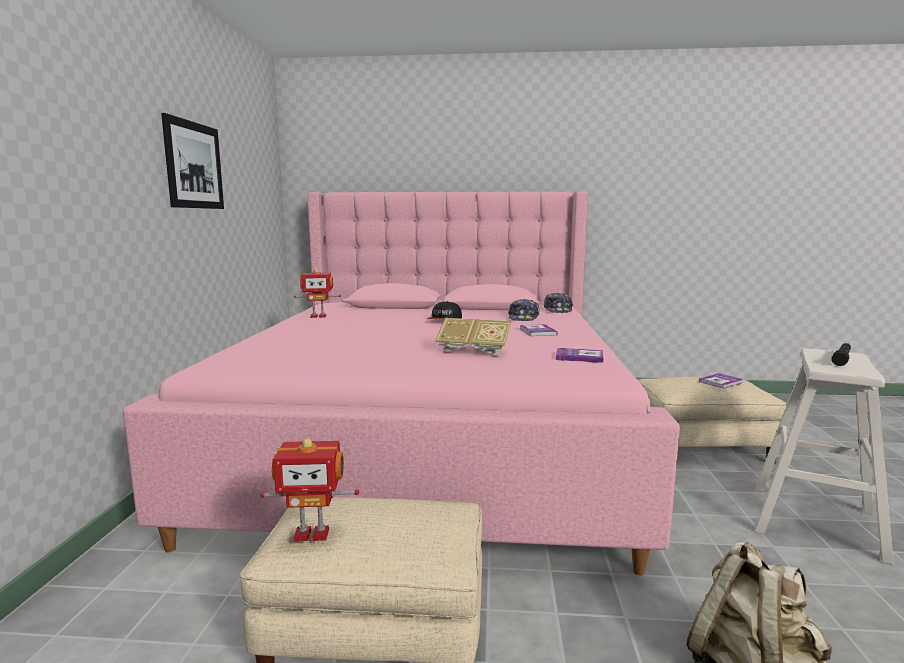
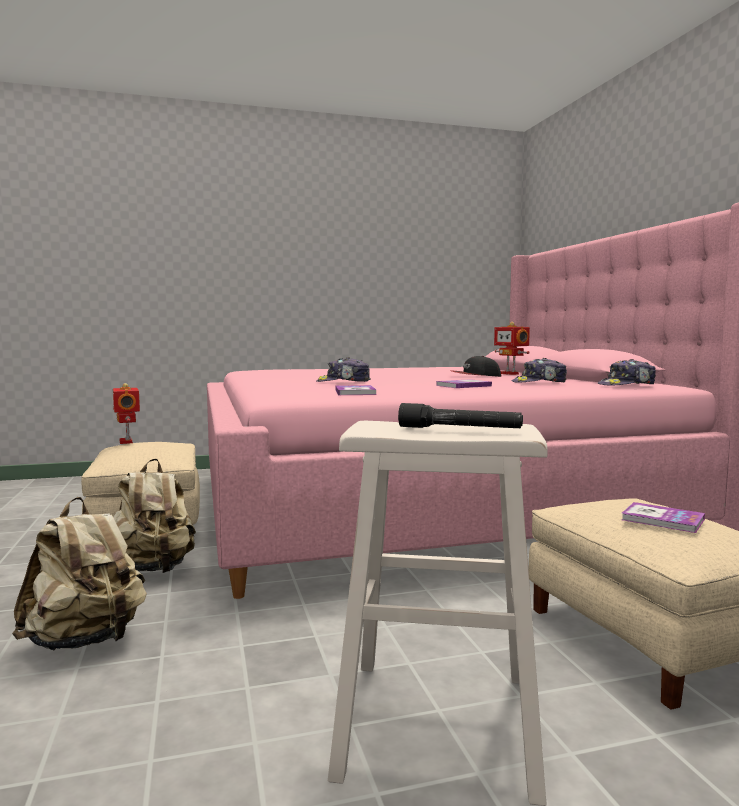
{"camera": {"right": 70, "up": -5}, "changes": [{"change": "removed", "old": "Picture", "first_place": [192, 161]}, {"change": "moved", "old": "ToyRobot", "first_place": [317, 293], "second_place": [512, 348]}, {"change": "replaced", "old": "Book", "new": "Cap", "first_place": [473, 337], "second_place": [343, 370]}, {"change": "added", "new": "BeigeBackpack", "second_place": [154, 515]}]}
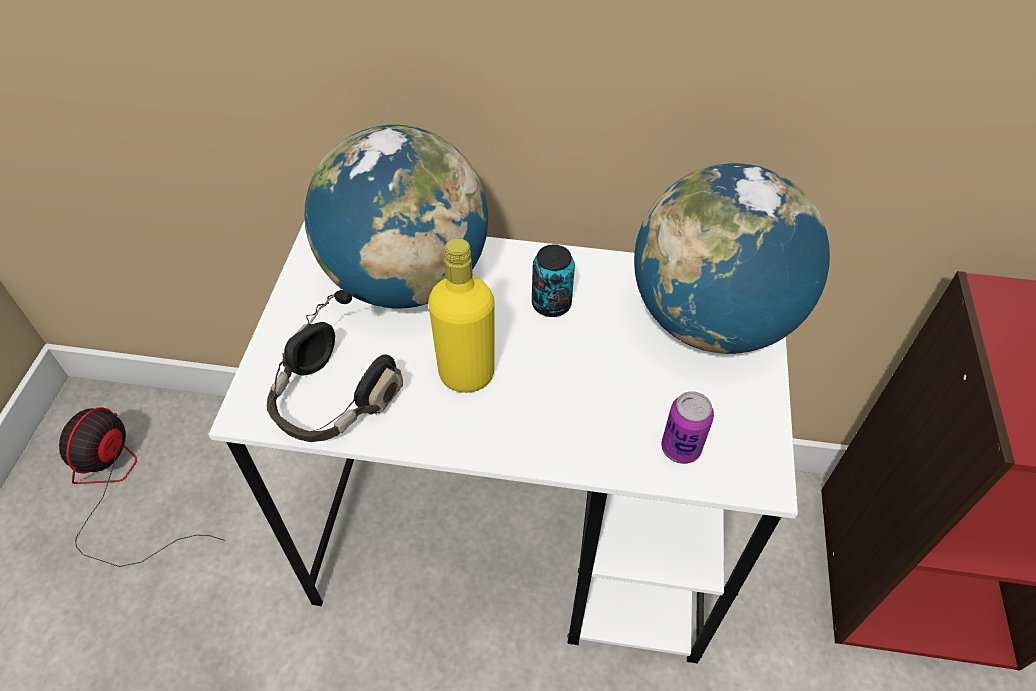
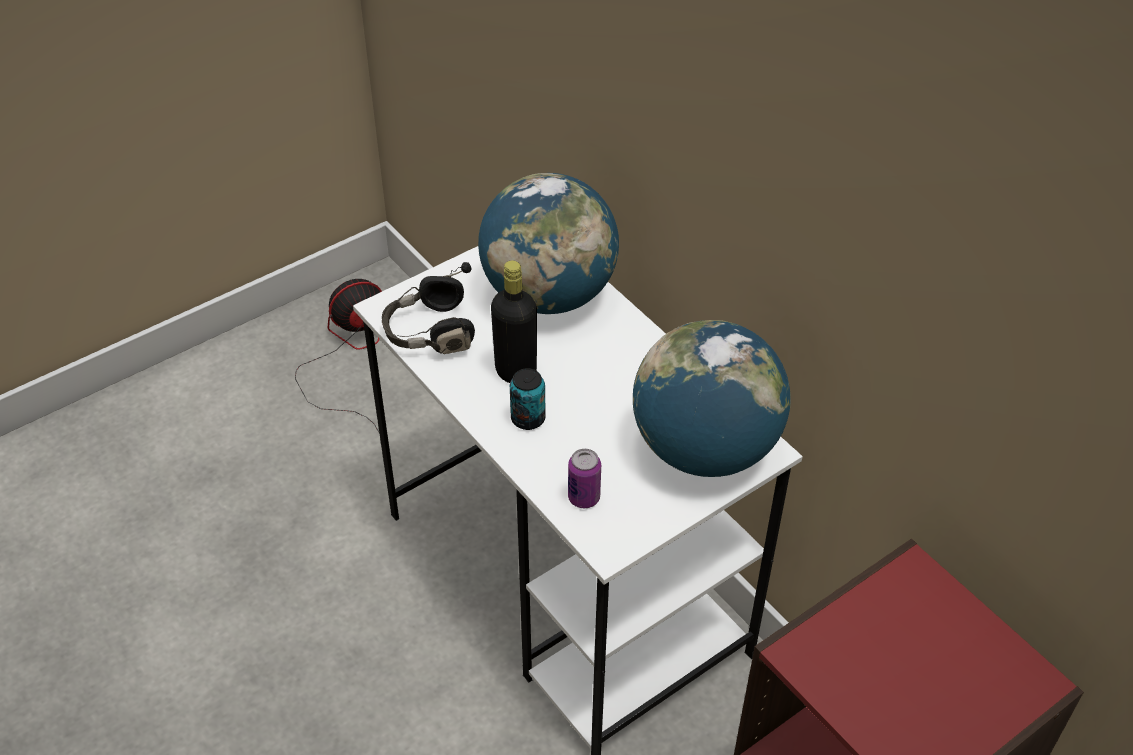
{"camera": {"right": 45, "up": -5}, "changes": [{"change": "recoloured", "old": "YellowBottle", "new": "BlackBottle", "first_place": [461, 315], "second_place": [514, 322]}, {"change": "moved", "old": "Can", "first_place": [553, 281], "second_place": [528, 399]}]}
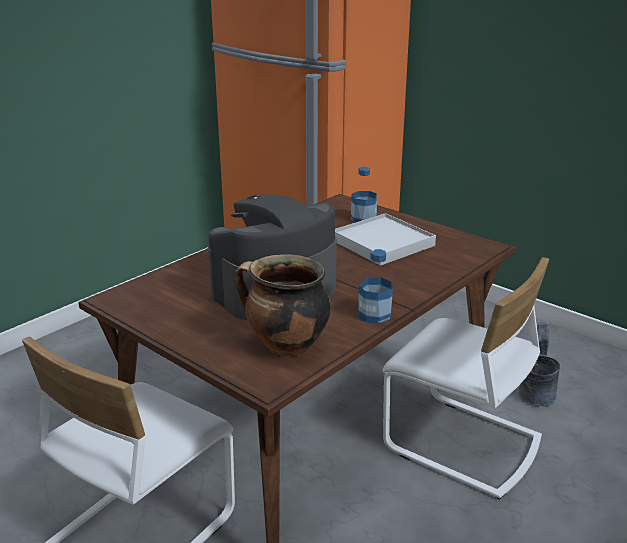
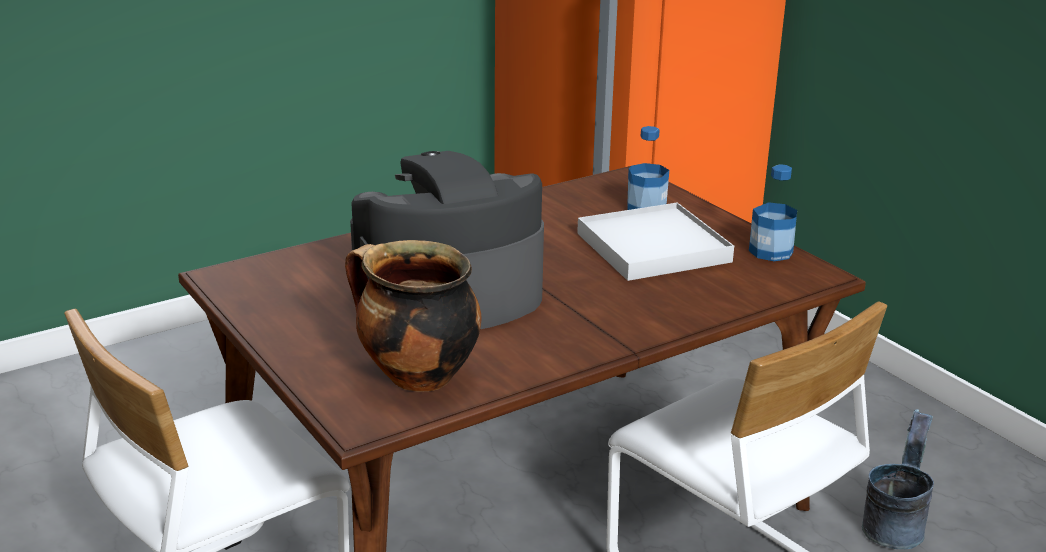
{"camera": {"right": 15, "up": 0}, "changes": [{"change": "moved", "old": "Bottle", "first_place": [375, 286], "second_place": [773, 212]}]}
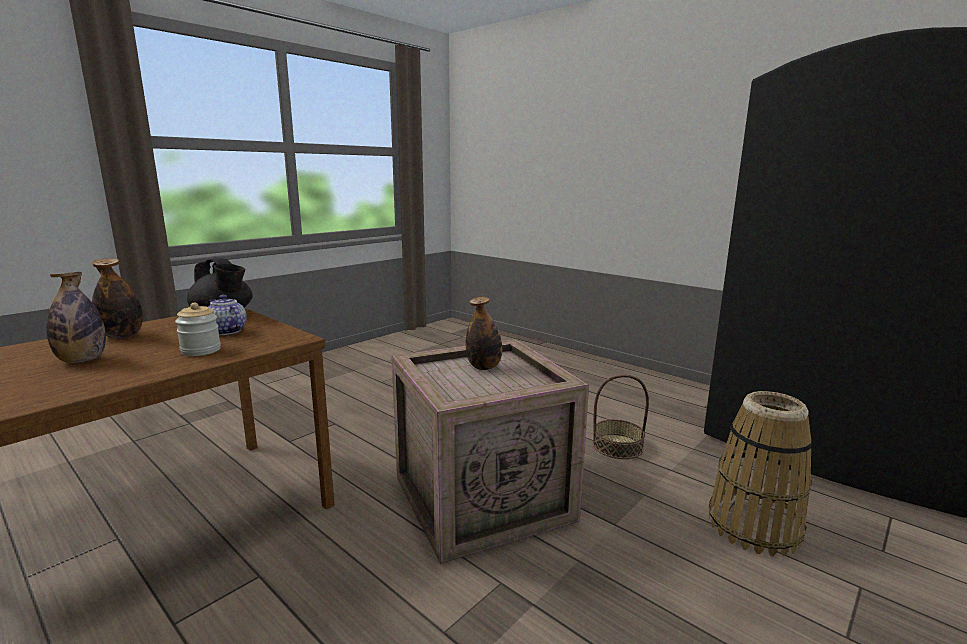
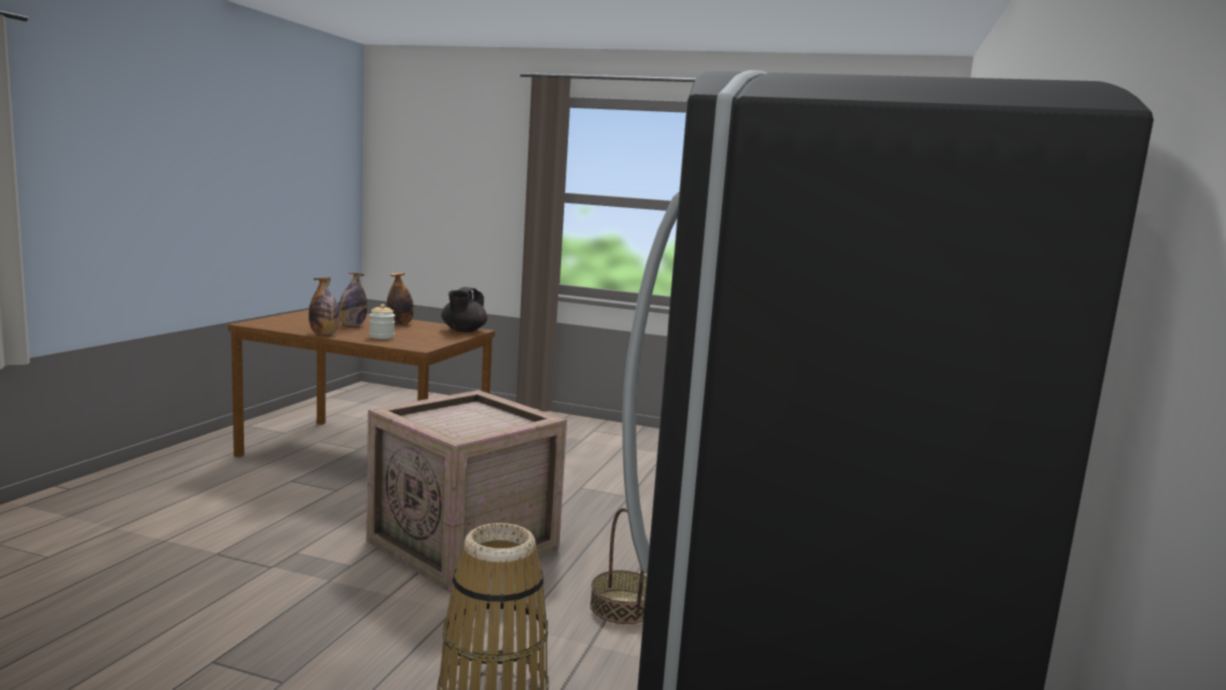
{"camera": {"right": 65, "up": -5}, "changes": [{"change": "removed", "old": "Teapot", "first_place": [227, 315]}, {"change": "moved", "old": "Bottle", "first_place": [484, 333], "second_place": [324, 306]}]}
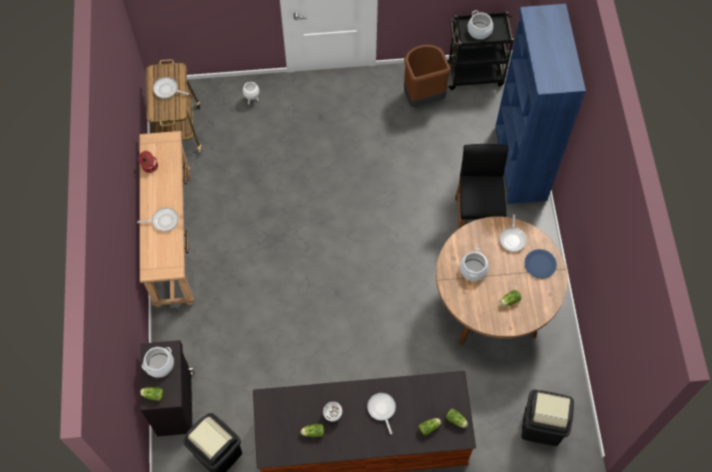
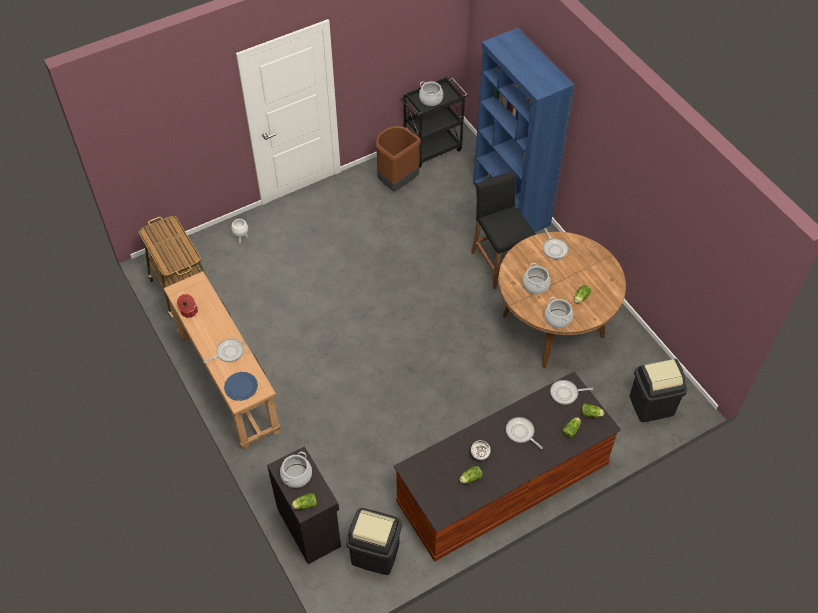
{"camera": {"right": -25, "up": -10}, "changes": [{"change": "moved", "old": "FryingPan", "first_place": [171, 88], "second_place": [571, 392]}, {"change": "moved", "old": "BluePlate", "first_place": [540, 264], "second_place": [241, 386]}, {"change": "added", "new": "CookingPot", "second_place": [558, 312]}]}
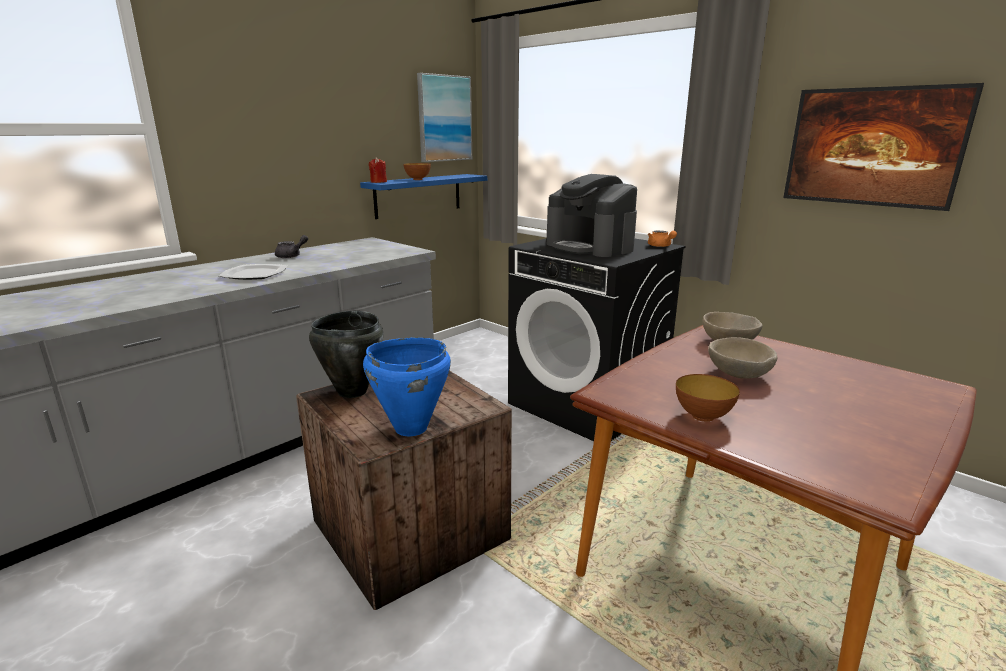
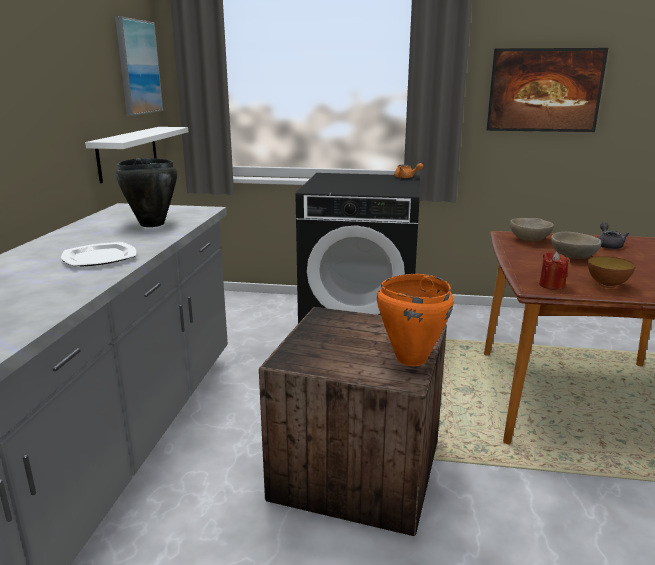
{"camera": {"right": -35, "up": 0}, "changes": [{"change": "moved", "old": "RedCandle", "first_place": [378, 170], "second_place": [554, 271]}, {"change": "removed", "old": "Bowl", "first_place": [417, 171]}, {"change": "recoloured", "old": "BlueShelf", "new": "WhiteShelf", "first_place": [423, 196], "second_place": [136, 155]}, {"change": "removed", "old": "CoffeeMachine", "first_place": [592, 215]}, {"change": "moved", "old": "GreyTeapot", "first_place": [291, 246], "second_place": [613, 235]}, {"change": "moved", "old": "BlackCookingPot", "first_place": [346, 354], "second_place": [146, 192]}, {"change": "recoloured", "old": "BlueCookingPot", "new": "OrangeCookingPot", "first_place": [407, 387], "second_place": [415, 320]}]}
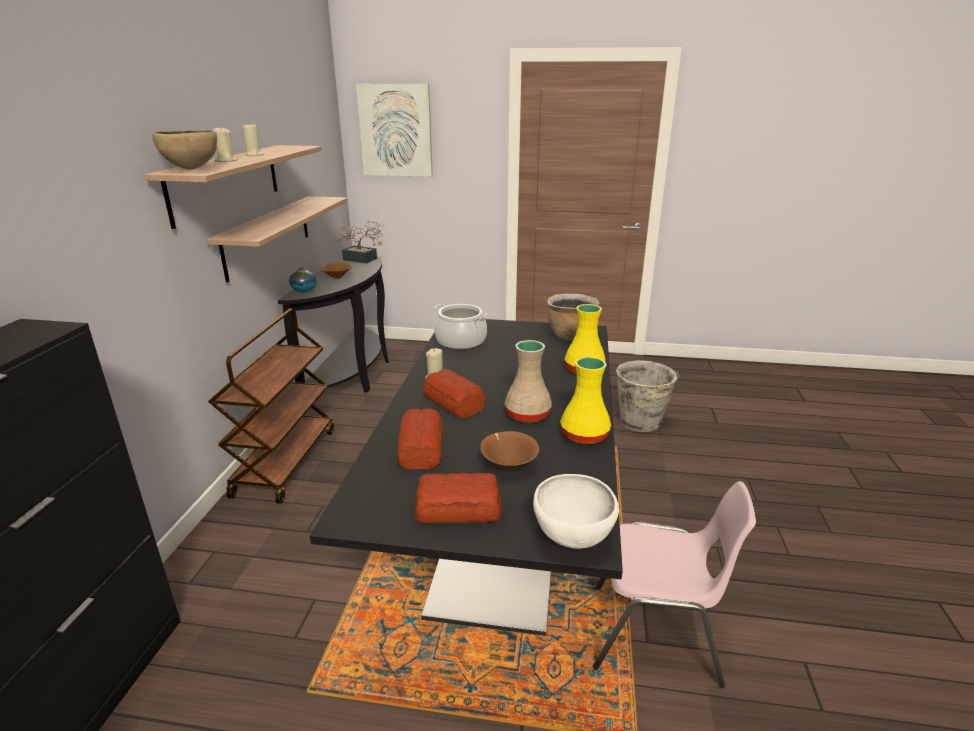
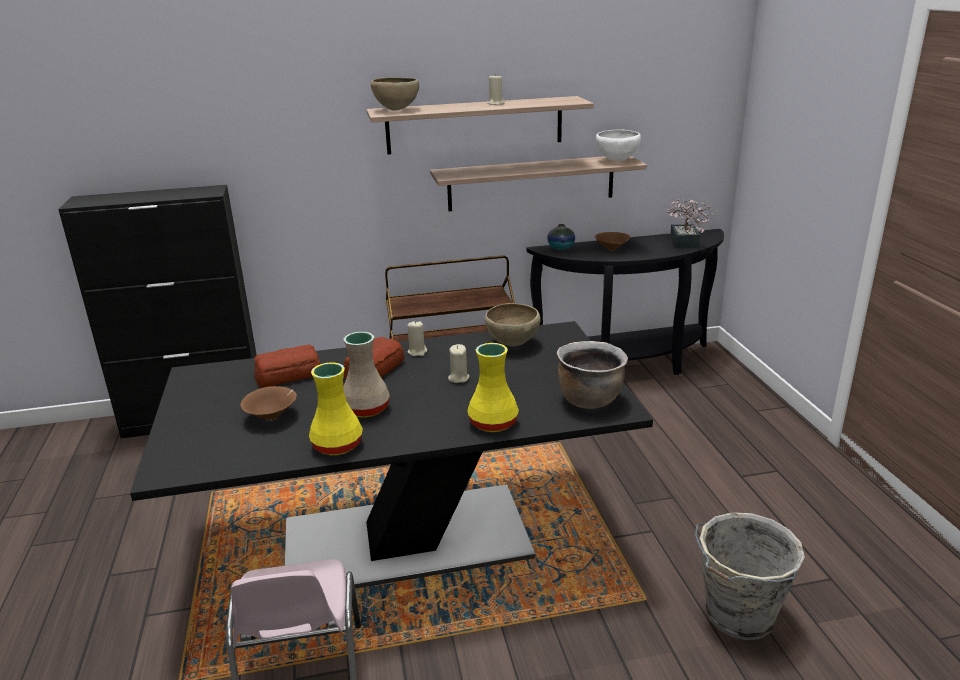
{"camera": {"right": 70, "up": 0}, "changes": [{"change": "removed", "old": "Picture", "first_place": [394, 130]}, {"change": "moved", "old": "BeigeCandle", "first_place": [225, 144], "second_place": [458, 363]}, {"change": "replaced", "old": "CookingPot", "new": "BrownBowl", "first_place": [461, 327], "second_place": [513, 324]}, {"change": "removed", "old": "Bread", "first_place": [458, 498]}, {"change": "moved", "old": "WhiteBowl", "first_place": [576, 511], "second_place": [618, 145]}]}
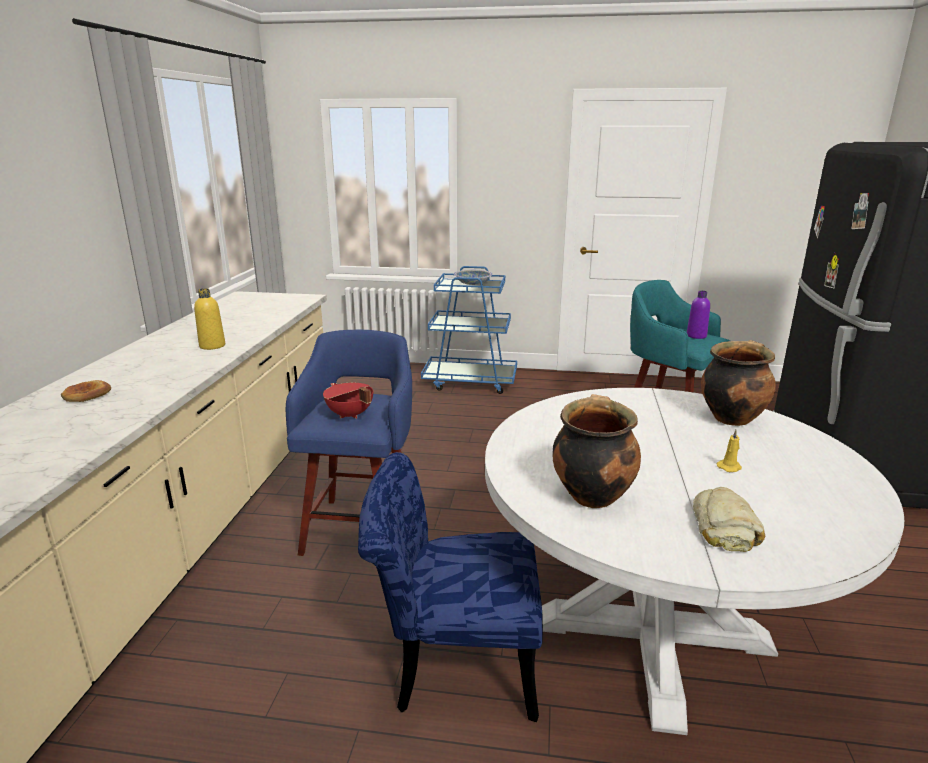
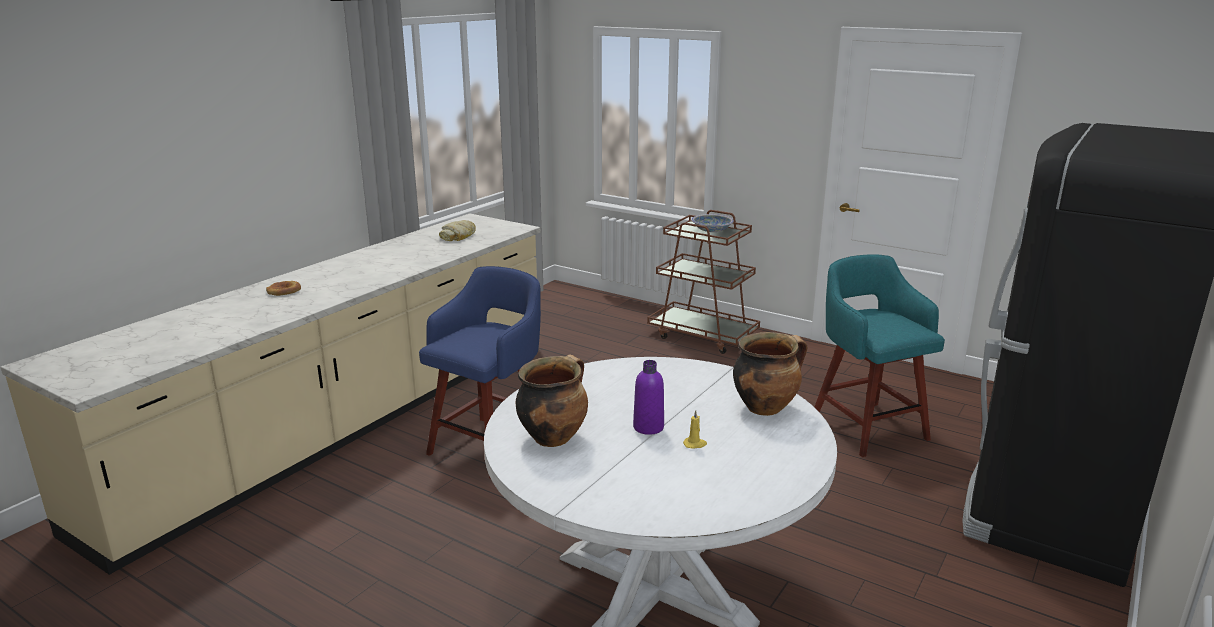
{"camera": {"right": 25, "up": 0}, "changes": [{"change": "recoloured", "old": "BlueCart", "new": "BrownCart", "first_place": [469, 330], "second_place": [703, 282]}, {"change": "removed", "old": "YellowBottle", "first_place": [209, 319]}, {"change": "moved", "old": "PurpleBottle", "first_place": [698, 315], "second_place": [648, 397]}, {"change": "removed", "old": "RedCookingPot", "first_place": [348, 401]}, {"change": "removed", "old": "BlueChair", "first_place": [450, 587]}, {"change": "moved", "old": "Bread", "first_place": [729, 519], "second_place": [457, 230]}]}
